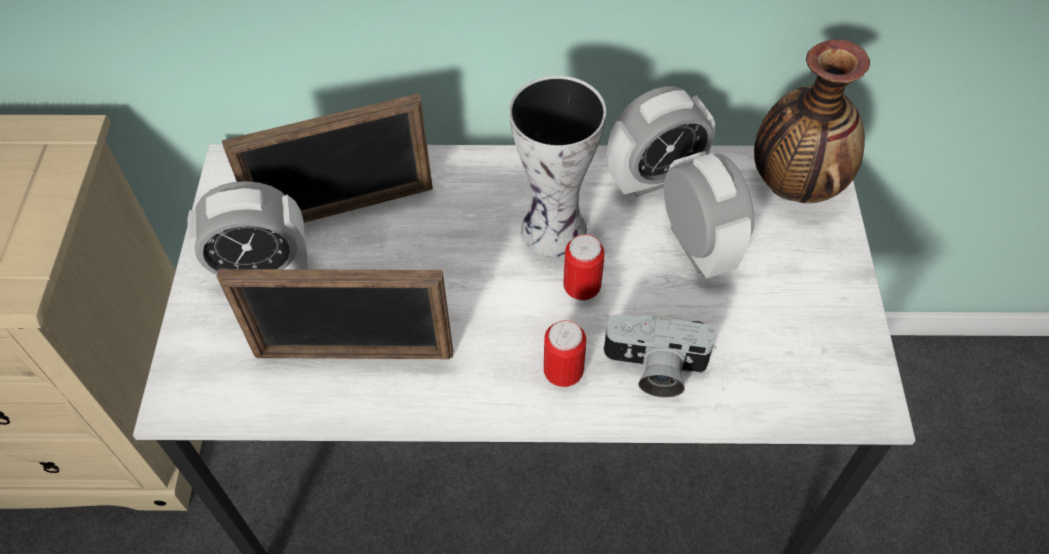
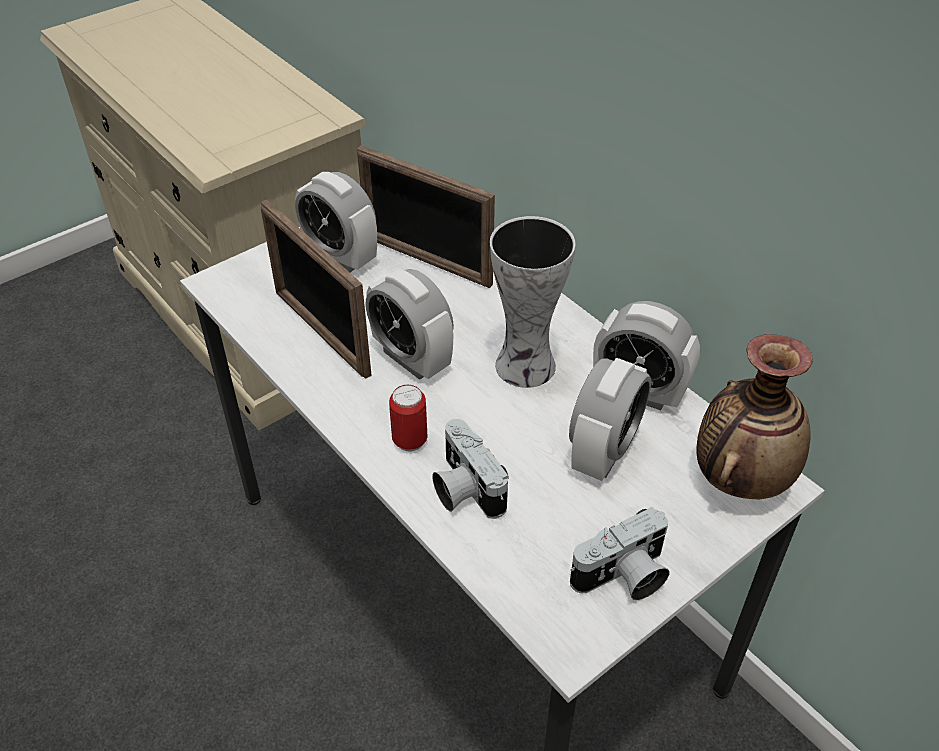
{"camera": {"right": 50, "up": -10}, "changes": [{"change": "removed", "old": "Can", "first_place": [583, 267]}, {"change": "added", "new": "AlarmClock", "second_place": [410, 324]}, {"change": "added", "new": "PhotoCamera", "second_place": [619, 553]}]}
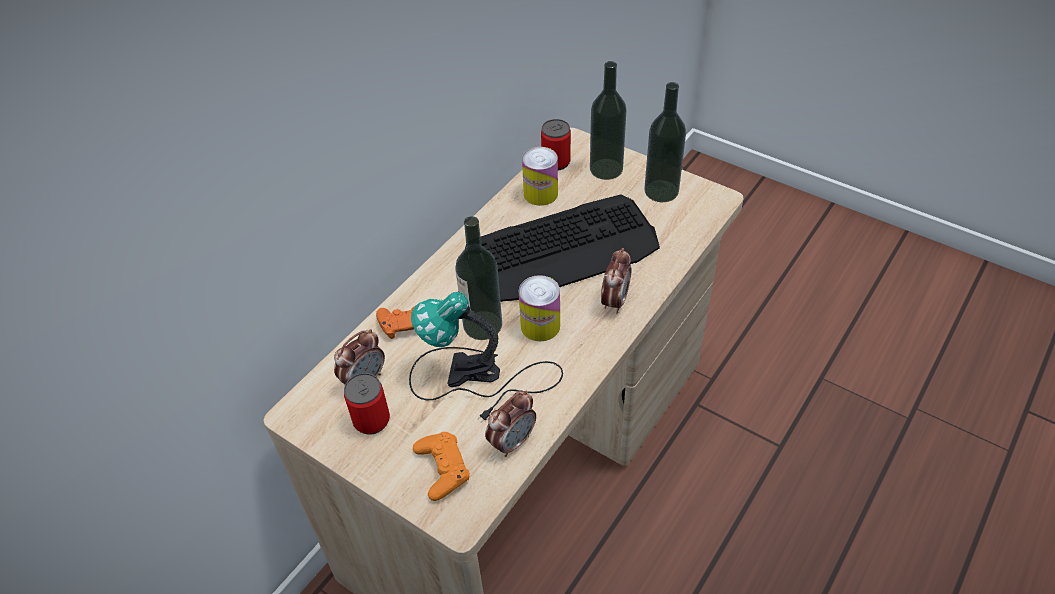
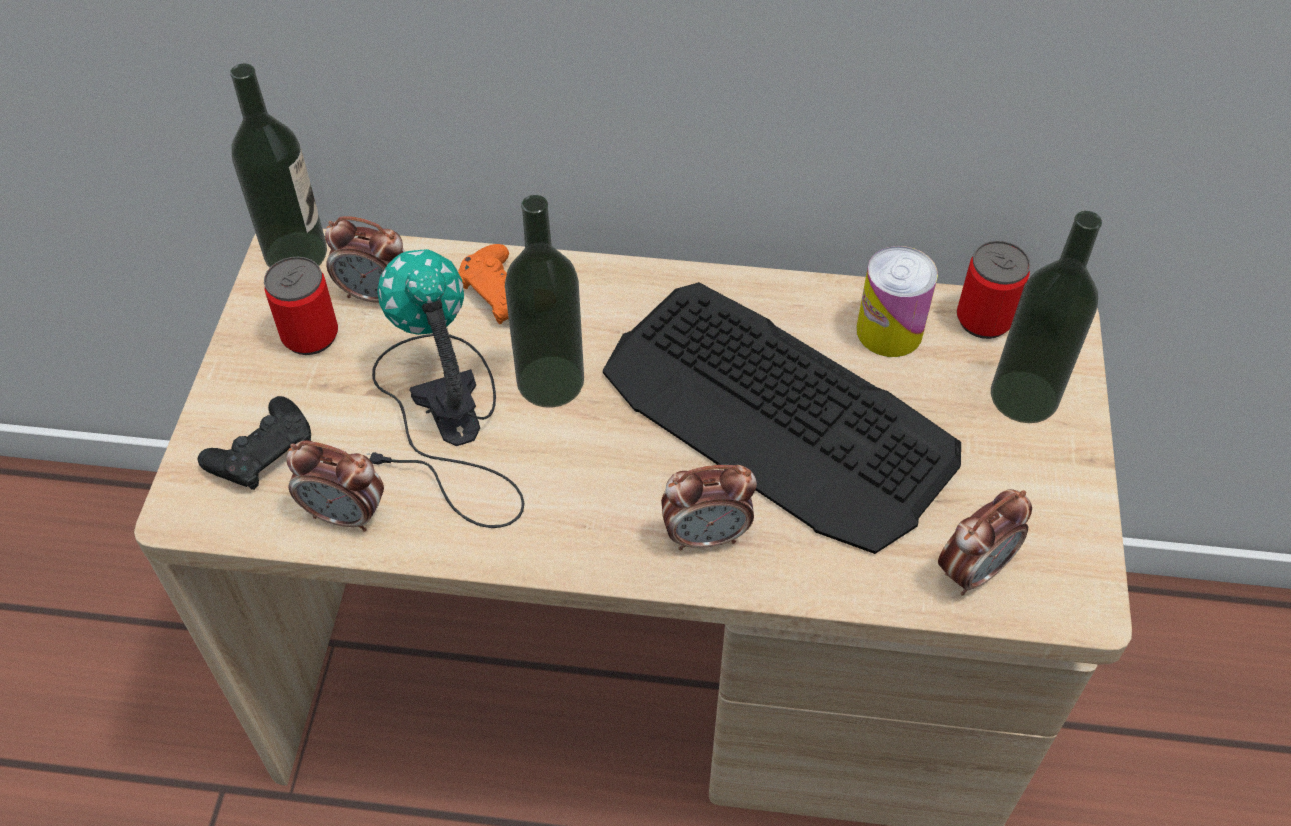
{"camera": {"right": 60, "up": 5}, "changes": [{"change": "moved", "old": "Bottle", "first_place": [665, 142], "second_place": [278, 165]}, {"change": "removed", "old": "Can", "first_place": [539, 308]}, {"change": "recoloured", "old": "OrangeGameController", "new": "BlackGameController", "first_place": [441, 466], "second_place": [254, 443]}, {"change": "added", "new": "AlarmClock", "second_place": [985, 542]}]}
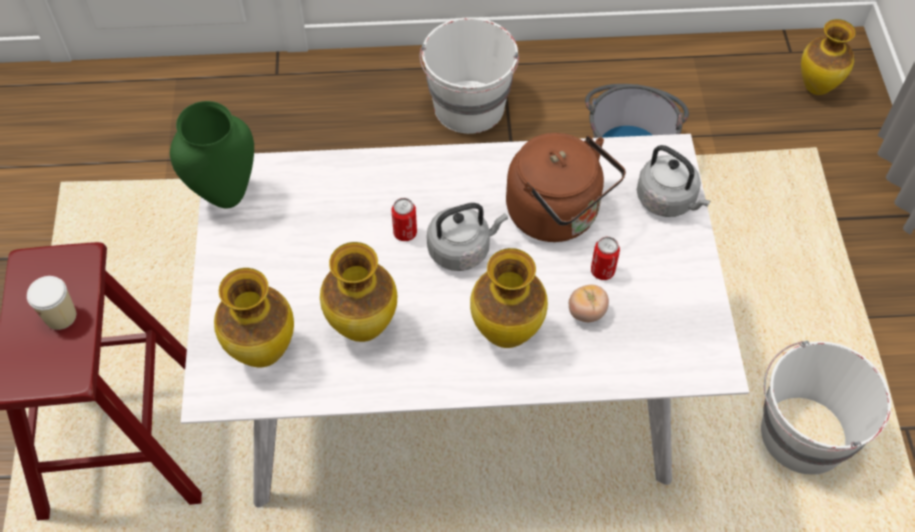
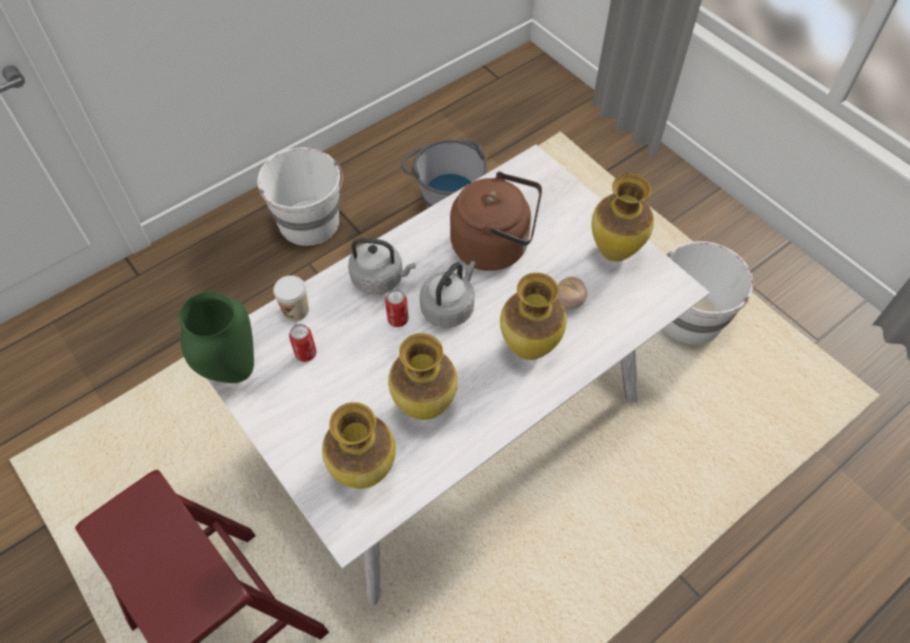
{"camera": {"right": -35, "up": 0}, "changes": [{"change": "moved", "old": "Vase", "first_place": [828, 57], "second_place": [622, 218]}, {"change": "moved", "old": "GreyKettle", "first_place": [673, 181], "second_place": [381, 266]}, {"change": "moved", "old": "Can", "first_place": [605, 258], "second_place": [302, 343]}, {"change": "moved", "old": "Cup", "first_place": [51, 303], "second_place": [291, 298]}]}
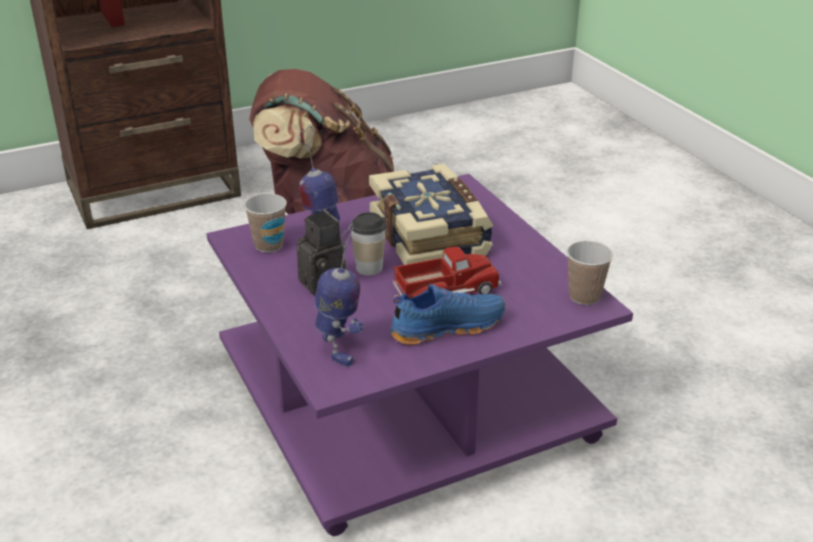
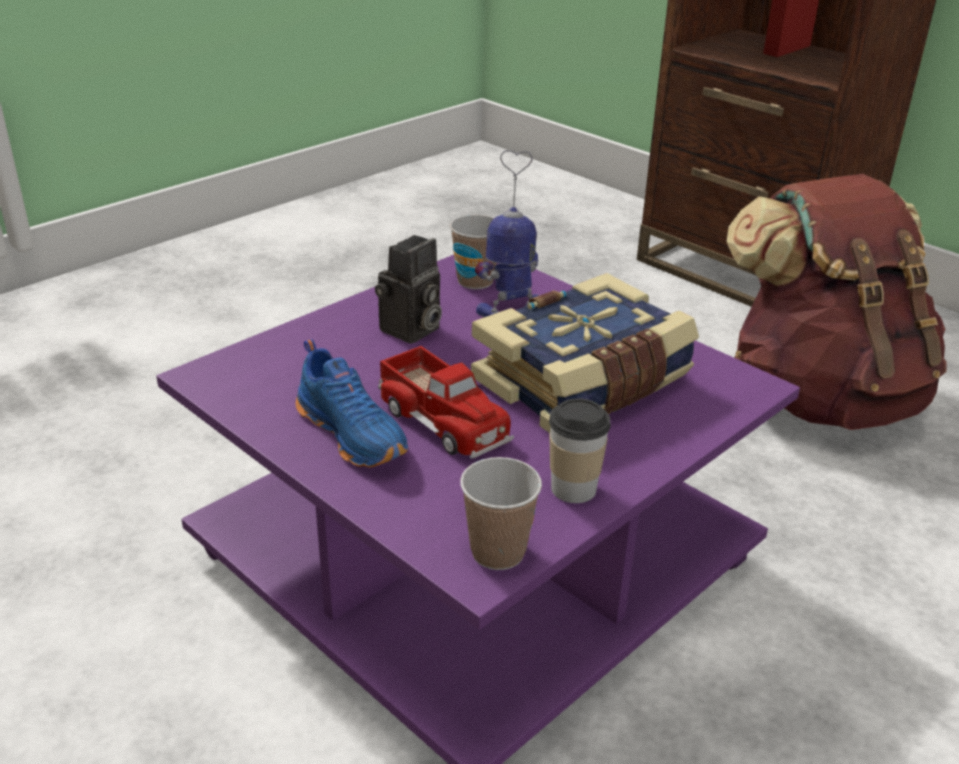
{"camera": {"right": 70, "up": 0}, "changes": [{"change": "moved", "old": "Cup", "first_place": [368, 244], "second_place": [580, 451]}, {"change": "removed", "old": "ToyRobot", "first_place": [339, 295]}]}
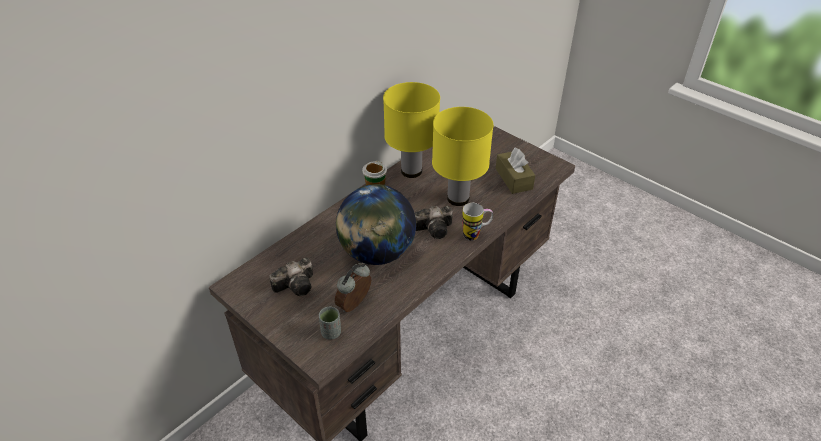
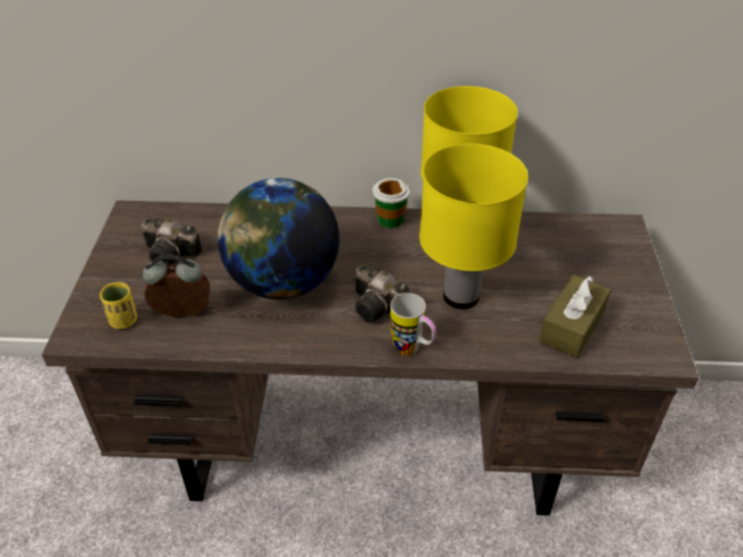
{"camera": {"right": 50, "up": 0}, "changes": [{"change": "recoloured", "old": "GreyCup", "new": "YellowCup", "first_place": [330, 323], "second_place": [118, 305]}]}
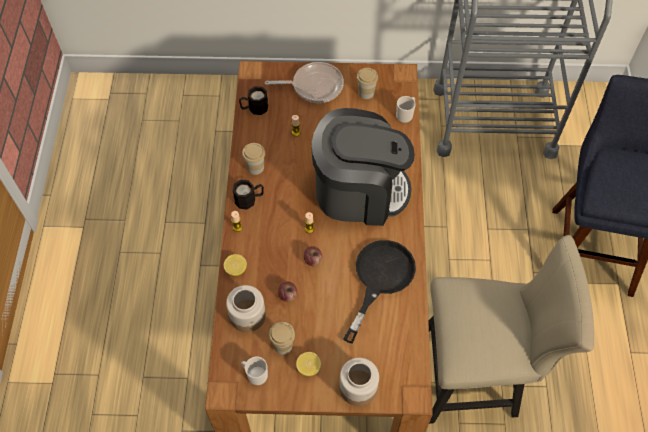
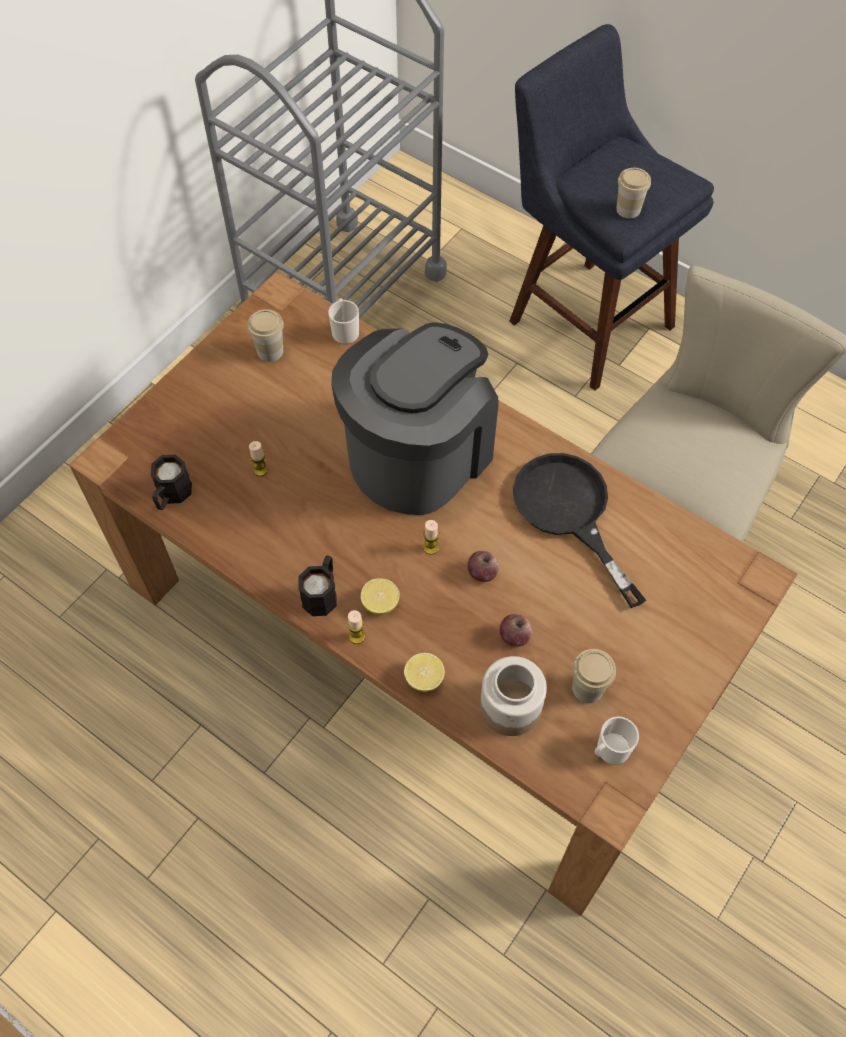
{"camera": {"right": -55, "up": 0}, "changes": [{"change": "removed", "old": "FryingPan", "first_place": [304, 82]}, {"change": "moved", "old": "Cup", "first_place": [253, 159], "second_place": [633, 193]}, {"change": "moved", "old": "Lemon", "first_place": [308, 364], "second_place": [380, 596]}, {"change": "removed", "old": "Jar", "first_place": [359, 382]}]}
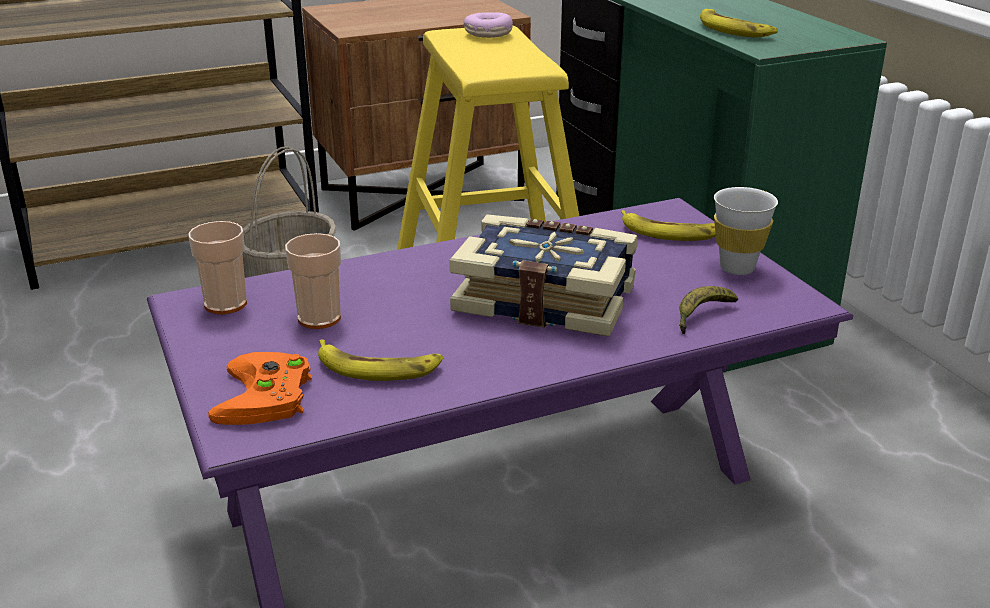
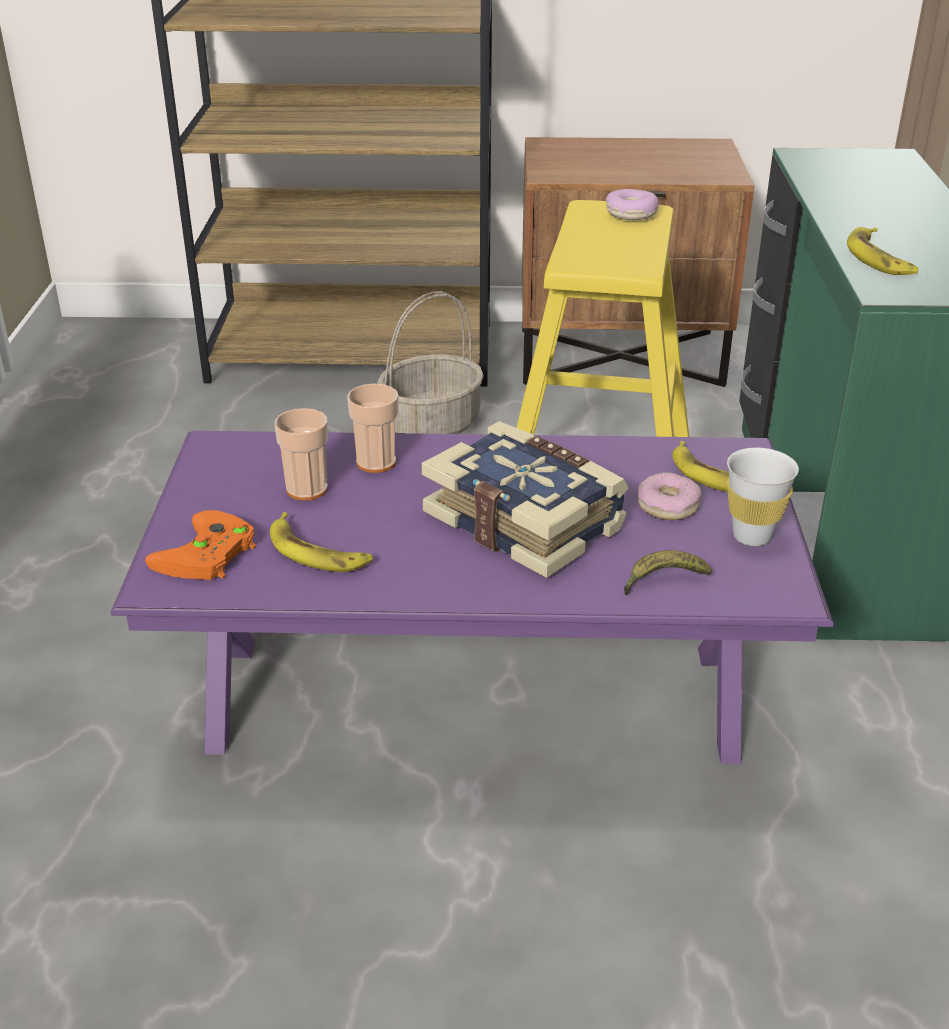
{"camera": {"right": 25, "up": 5}, "changes": [{"change": "moved", "old": "Cup", "first_place": [217, 267], "second_place": [373, 428]}, {"change": "added", "new": "Donut", "second_place": [670, 496]}]}
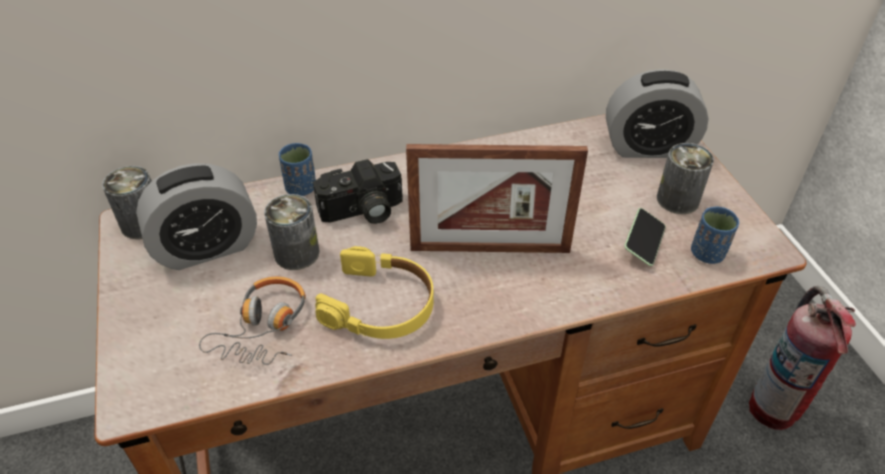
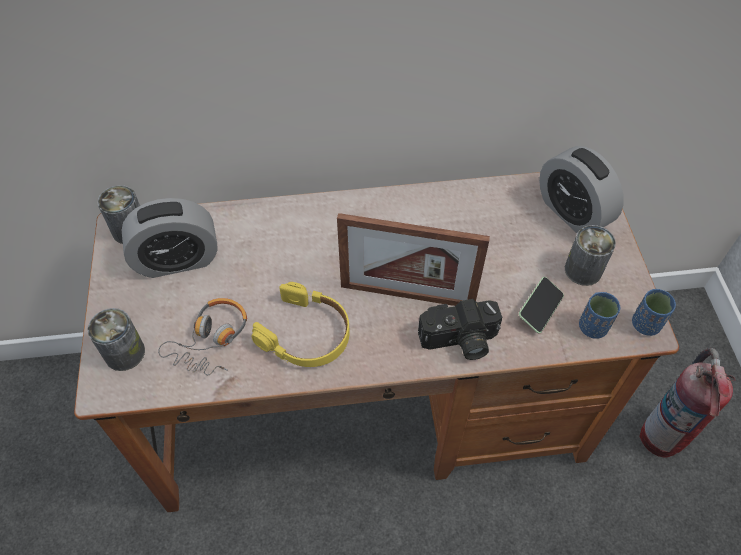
{"camera": {"right": 10, "up": 10}, "changes": [{"change": "turned", "old": "AlarmClock", "first_place": [657, 113], "second_place": [581, 189], "degrees": 45}, {"change": "moved", "old": "BlueCup", "first_place": [297, 169], "second_place": [654, 312]}, {"change": "moved", "old": "PhotoCamera", "first_place": [358, 191], "second_place": [460, 329]}, {"change": "moved", "old": "Can", "first_place": [291, 232], "second_place": [116, 339]}]}
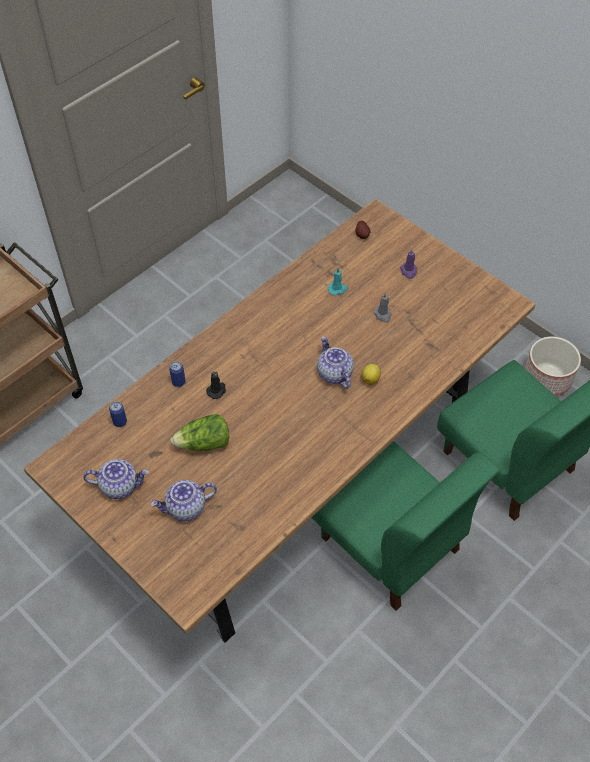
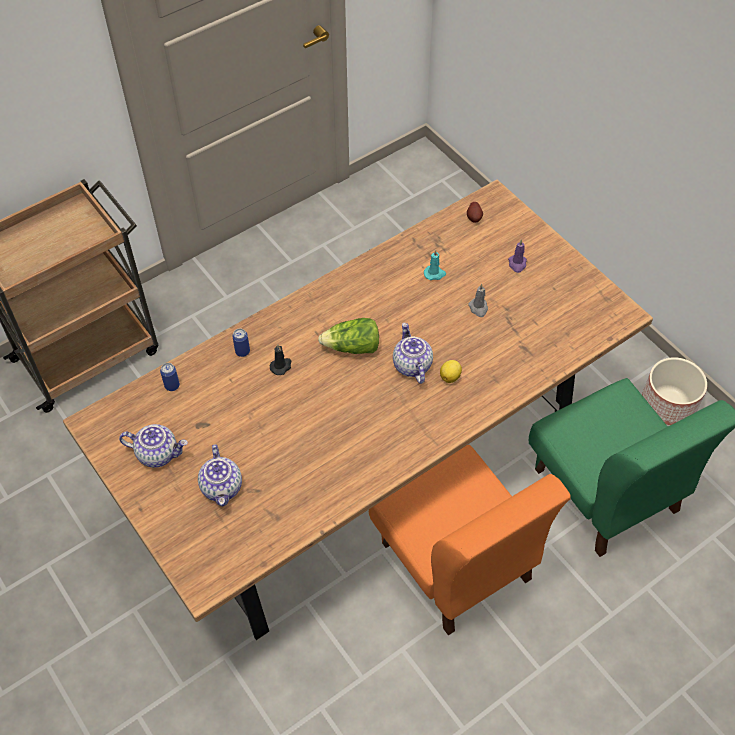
{"camera": {"right": 10, "up": 0}, "changes": [{"change": "moved", "old": "Lettuce", "first_place": [199, 432], "second_place": [348, 336]}, {"change": "recoloured", "old": "GreenChair", "new": "OrangeChair", "first_place": [406, 526], "second_place": [470, 540]}, {"change": "turned", "old": "Teapot", "first_place": [184, 500], "second_place": [220, 475], "degrees": -90}]}
